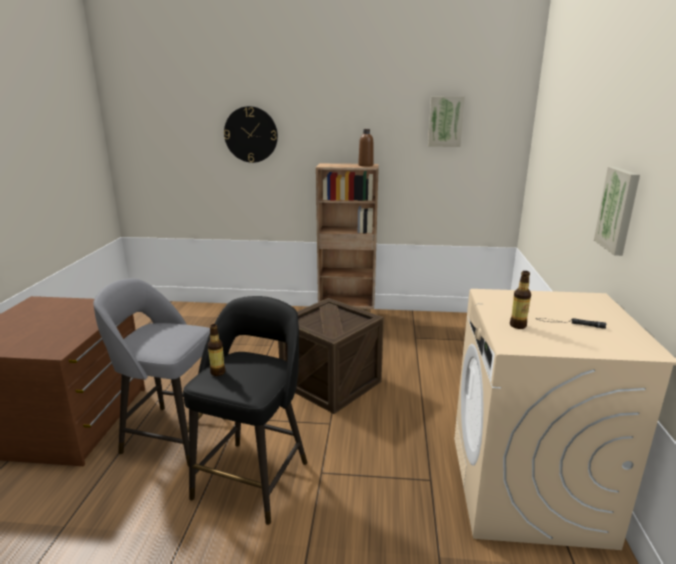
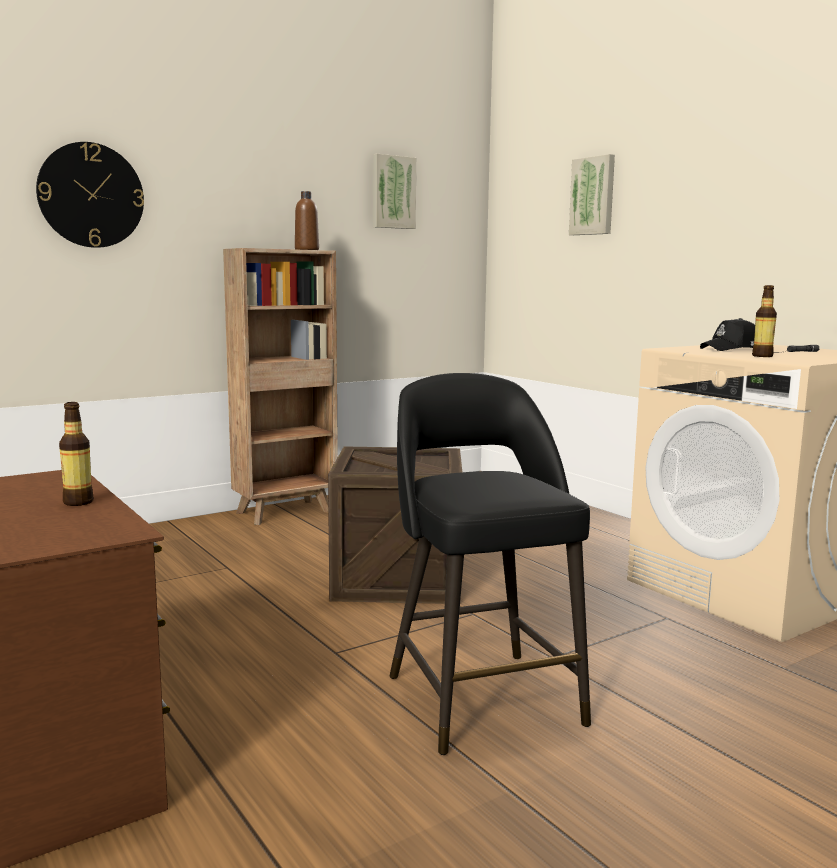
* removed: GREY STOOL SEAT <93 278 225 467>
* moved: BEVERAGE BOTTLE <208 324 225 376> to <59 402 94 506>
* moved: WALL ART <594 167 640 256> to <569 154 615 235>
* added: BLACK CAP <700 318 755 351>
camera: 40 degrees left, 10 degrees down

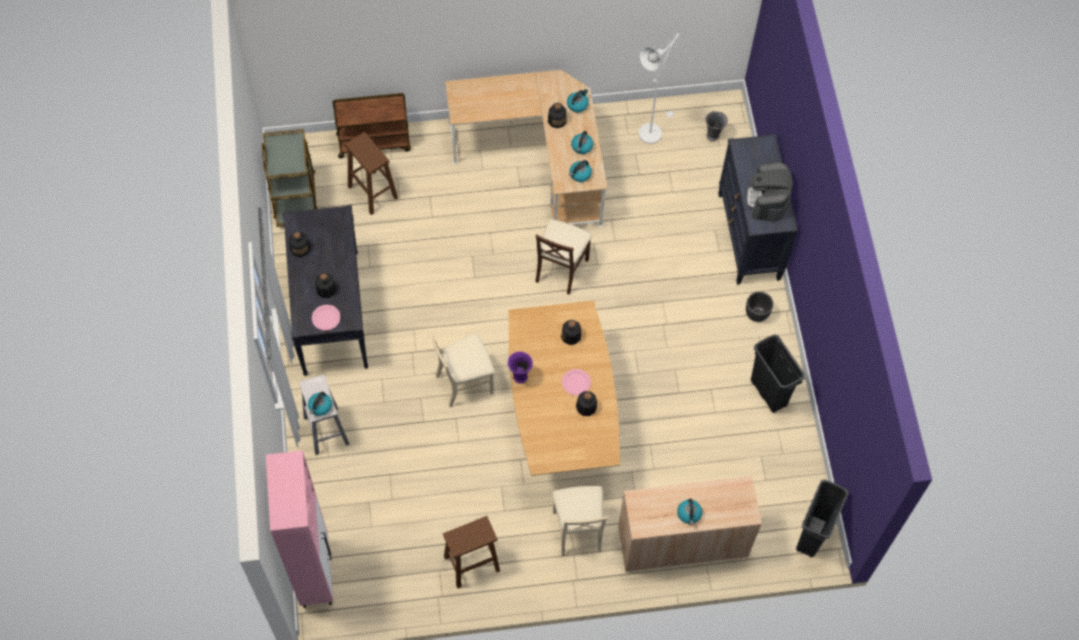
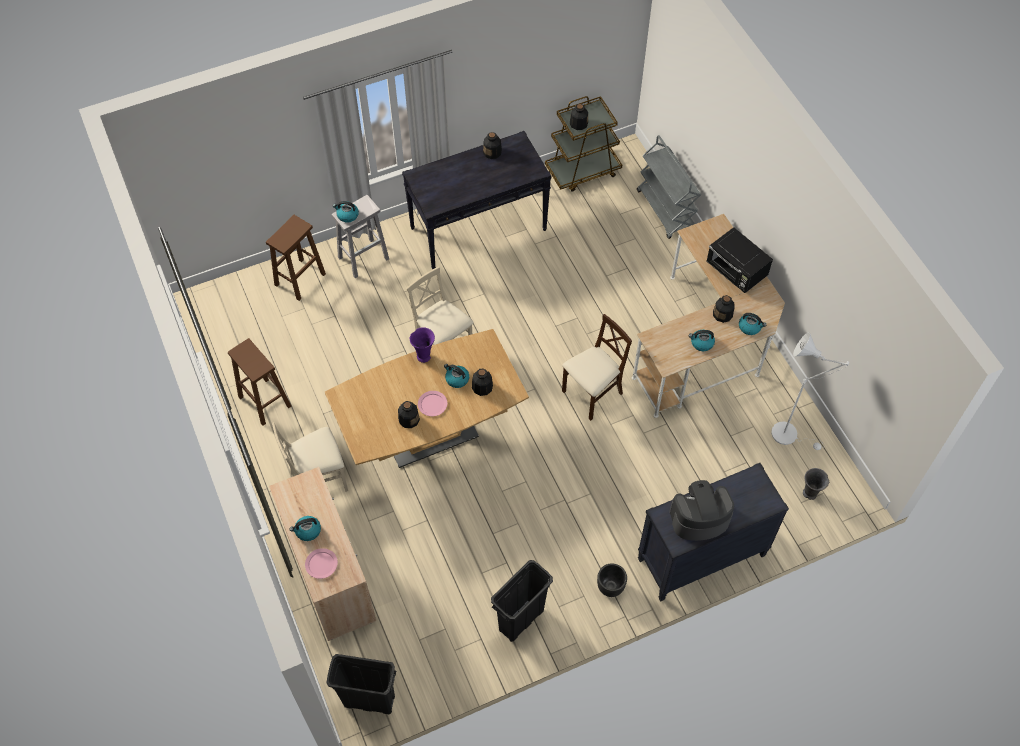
* removed: PINK CUPBOARD <266 450 333 608>
* moved: PINK FLAT DISH <312 305 341 330> to <305 548 338 579>
* moved: BEVERAGE BOTTLE <315 273 337 298> to <570 104 588 130>
* recoloured: BROWN CART <333 93 411 158> to GREY CART <637 135 701 239>
* moved: BROWN STOOL SEAT <345 132 398 215> to <266 215 326 301>
* turned: BEIGE UPRIGHT CHAIR <536 219 592 295> = <562 314 632 421> 135 degrees clockwise
* moved: KETTLE <569 160 592 182> to <444 364 469 388>
* added: BLACK MICROWAVE OVEN <707 227 773 293>
camera: 75 degrees right, 5 degrees down

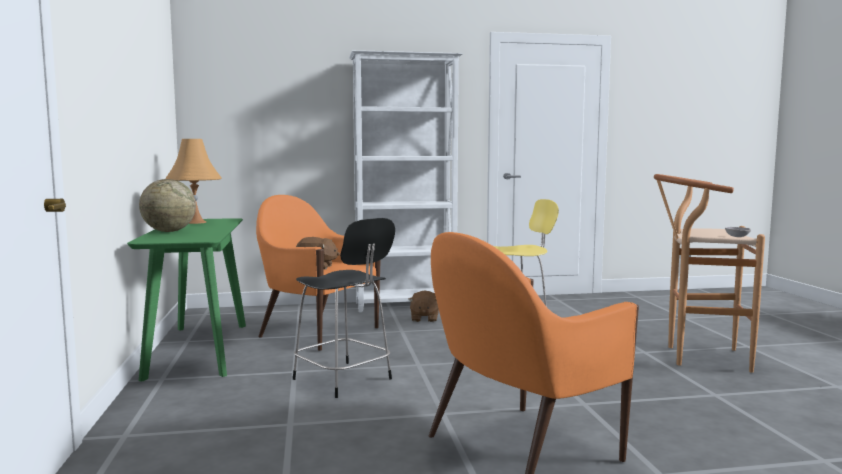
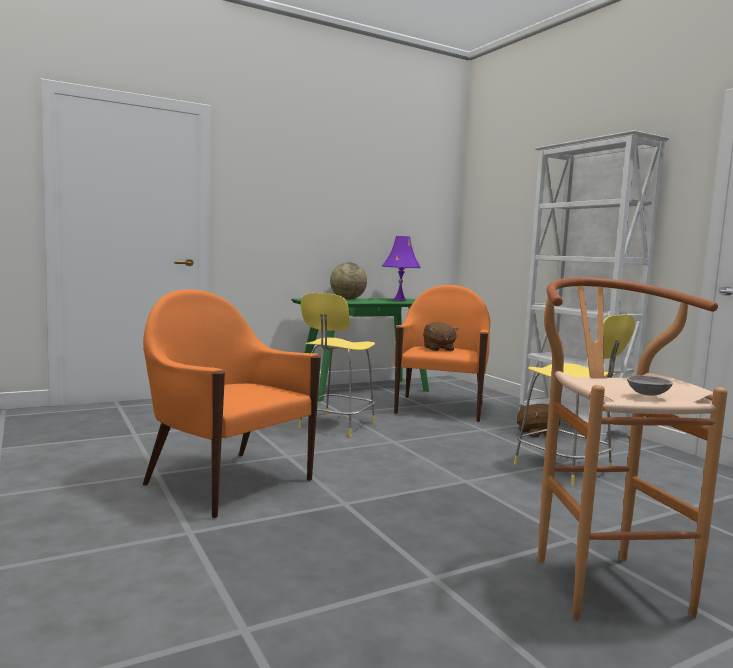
* recoloured: ORANGE TABLE LAMP <165 139 222 224> to PURPLISH TABLE LAMP <382 236 421 301>
* recoloured: BLACK STOOL SEAT <293 218 395 398> to YELLOWISH STOOL SEAT <299 293 375 437>
camera: 70 degrees right, 0 degrees up

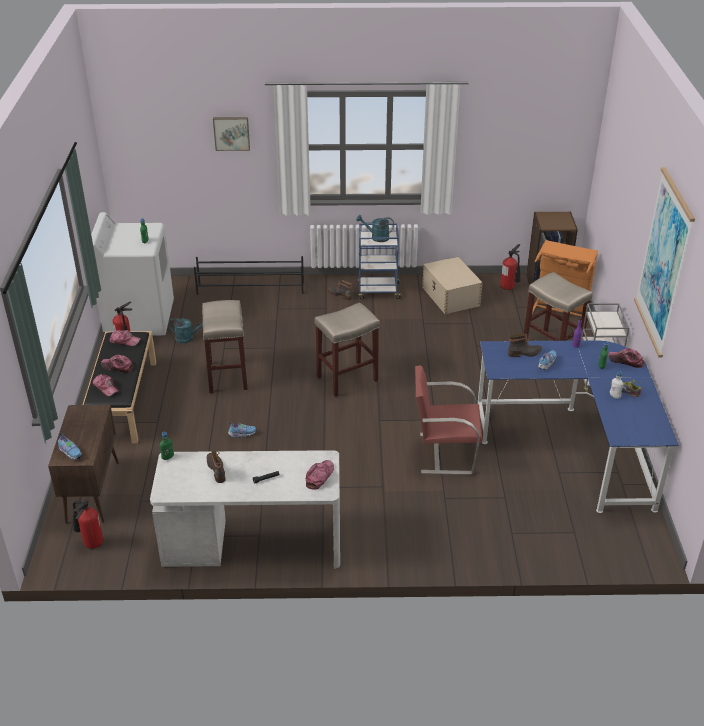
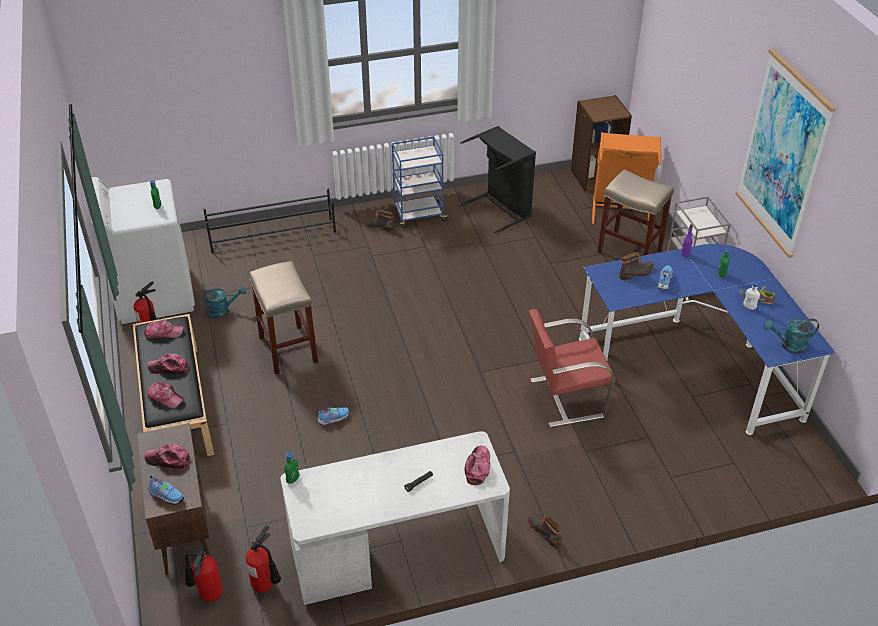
* moved: HIGH-TOP BOOT <207 451 226 483> to <528 513 561 548>
* removed: WALL ART <213 117 250 151>
* removed: BEIGE STOOL SEAT <314 302 380 397>
* moved: BLUE-GREEN SPRINKLING CAN <356 215 394 242> to <764 318 819 354>
* replaced: BEIGE STORAGE BOX <422 257 483 314> to BLACK LAUNDRY BASKET <459 126 536 233>
* moved: EXTINGUISHER <500 244 521 290> to <246 526 281 592>
* moved: CAP <609 348 644 368> to <144 444 190 469>
camera: 15 degrees left, 5 degrees up

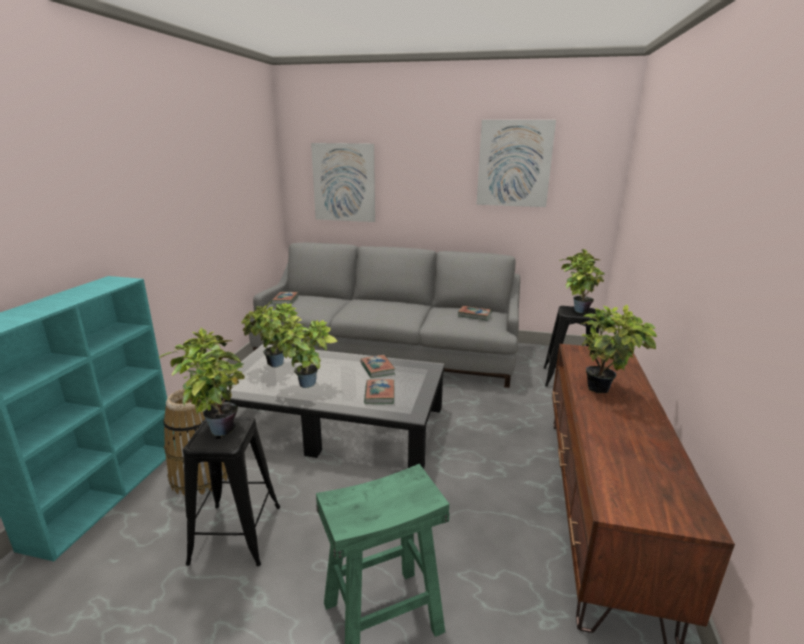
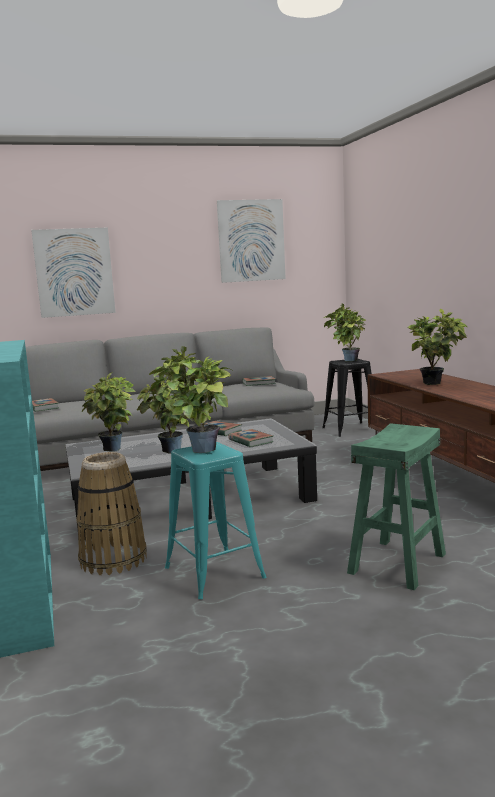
* recoloured: BLACK STOOL SEAT <183 417 280 567> to BLUE-GREEN STOOL SEAT <165 442 266 599>
camera: 30 degrees left, 10 degrees down

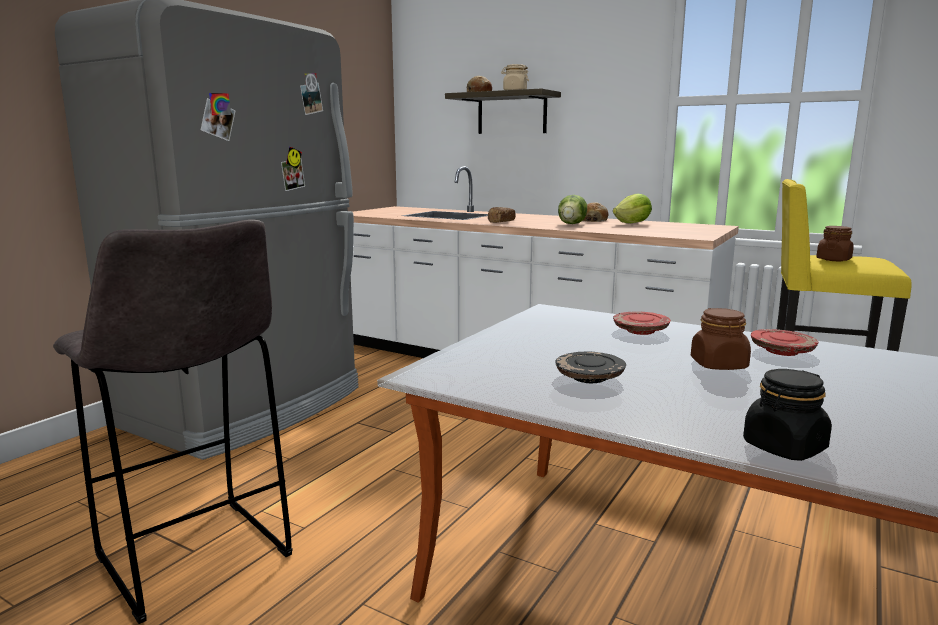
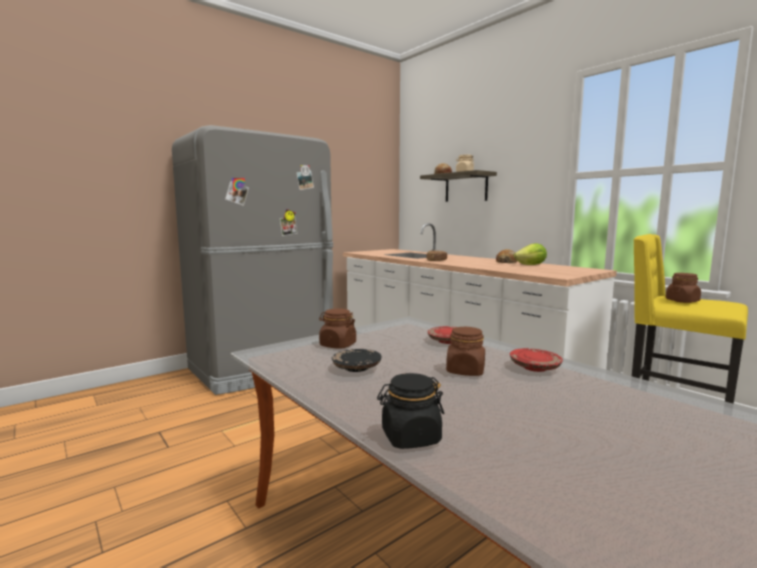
* removed: GREY STOOL SEAT <53 219 293 624>
* removed: LETTUCE <558 195 587 224>
* added: BROWN PRESERVE JAR <319 308 356 349>
camera: 20 degrees right, 5 degrees down

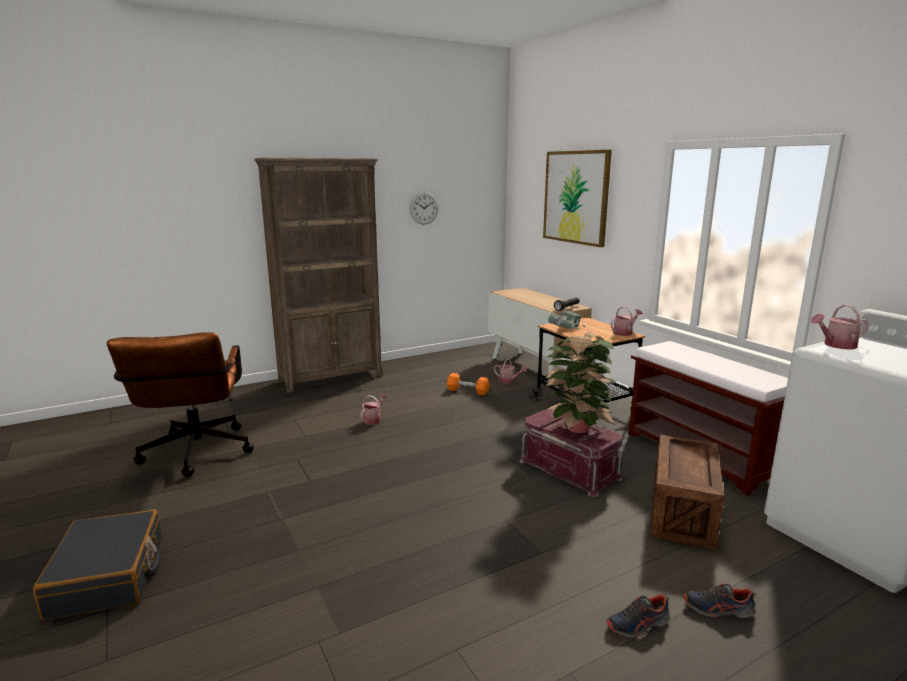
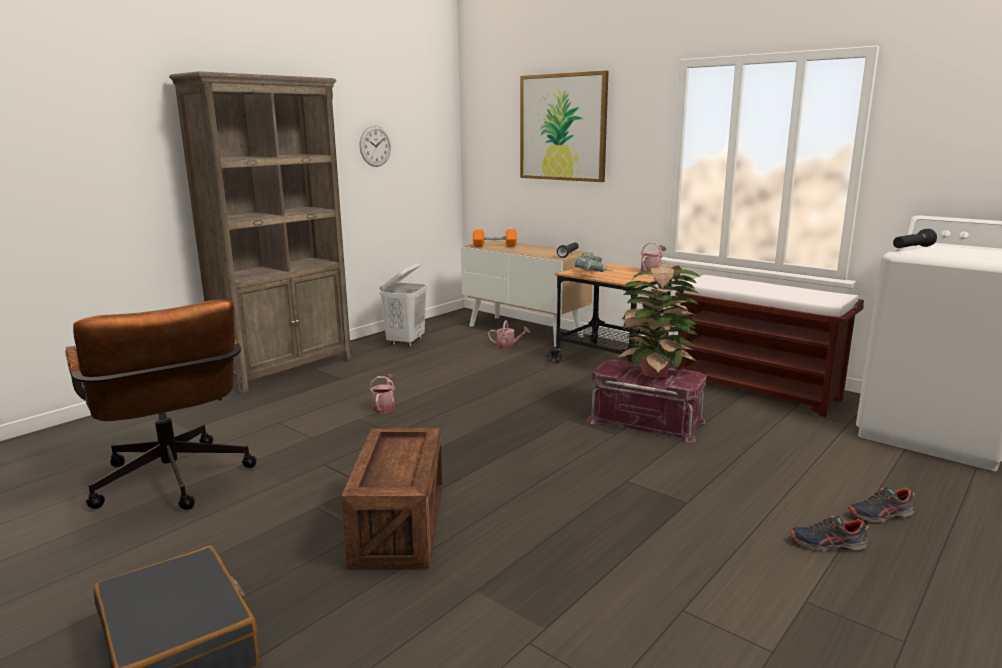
* moved: ORANGE DUMBBELL <447 373 489 395> to <473 229 517 247>
* turned: LOW SHOE <606 594 670 637> = <790 516 869 551> 45 degrees clockwise
* moved: SHIPPING CRATE <651 434 724 550> to <341 428 442 569>
* replaced: SPRINKLING CAN <811 304 868 350> to BLACK TORCH <893 229 937 248>
* added: WHITISH LAUNDRY BASKET <379 263 427 347>
camera: 20 degrees left, 0 degrees up

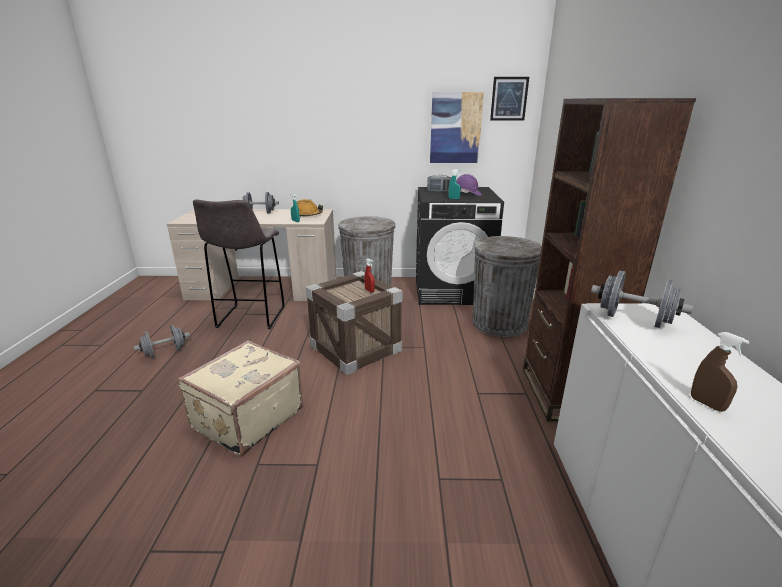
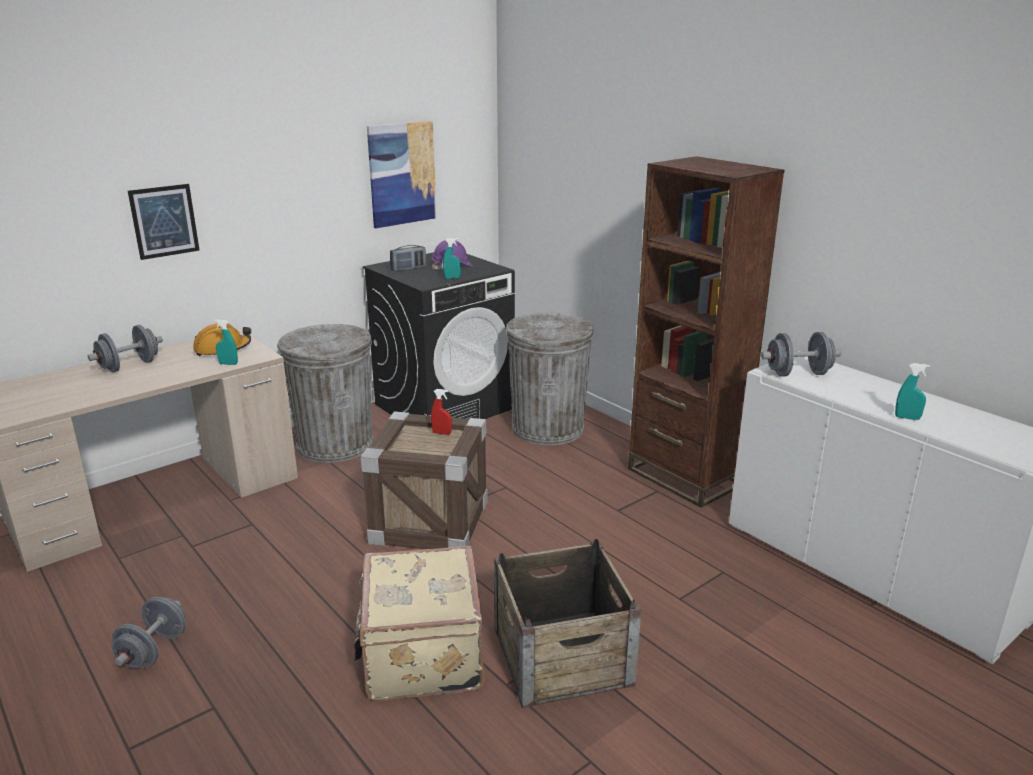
* removed: GREY STOOL SEAT <193 199 285 329>
* moved: WALL ART <490 77 529 121> to <128 184 200 260>
* recoloured: BROWN HAND SPRAYER <691 332 749 412> to BLUE-GREEN HAND SPRAYER <895 363 930 420>
* added: SHIPPING CRATE <494 539 641 708>
camera: 40 degrees left, 0 degrees up

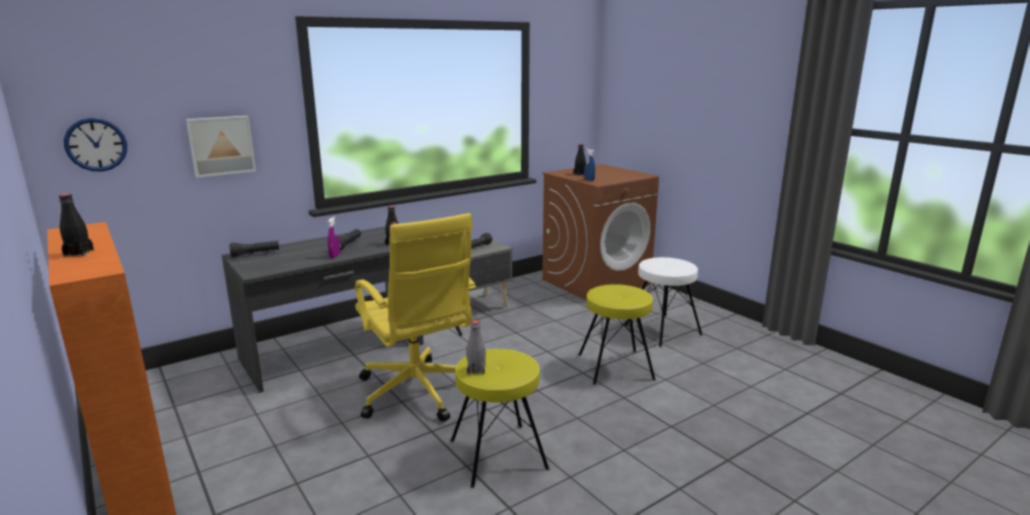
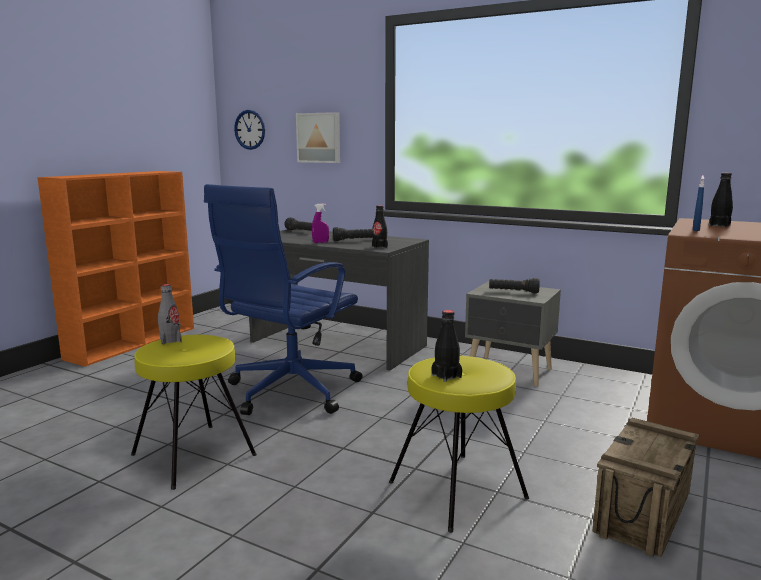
* moved: BLACK BEVERAGE BOTTLE <59 194 94 257> to <431 310 462 382>
* recoloured: YELLOWISH DESK CHAIR <355 213 476 422> to BLUE DESK CHAIR <204 184 363 415>
* replaced: WHITISH STOOL SEAT <625 257 702 347> to SHIPPING CRATE <592 418 699 557>
camera: 65 degrees right, 5 degrees down

